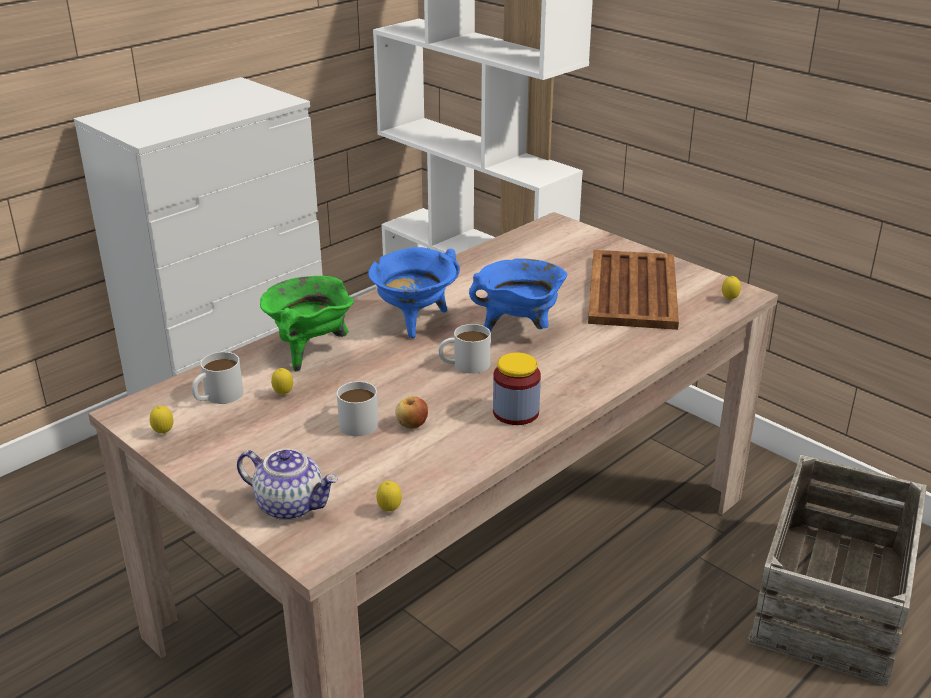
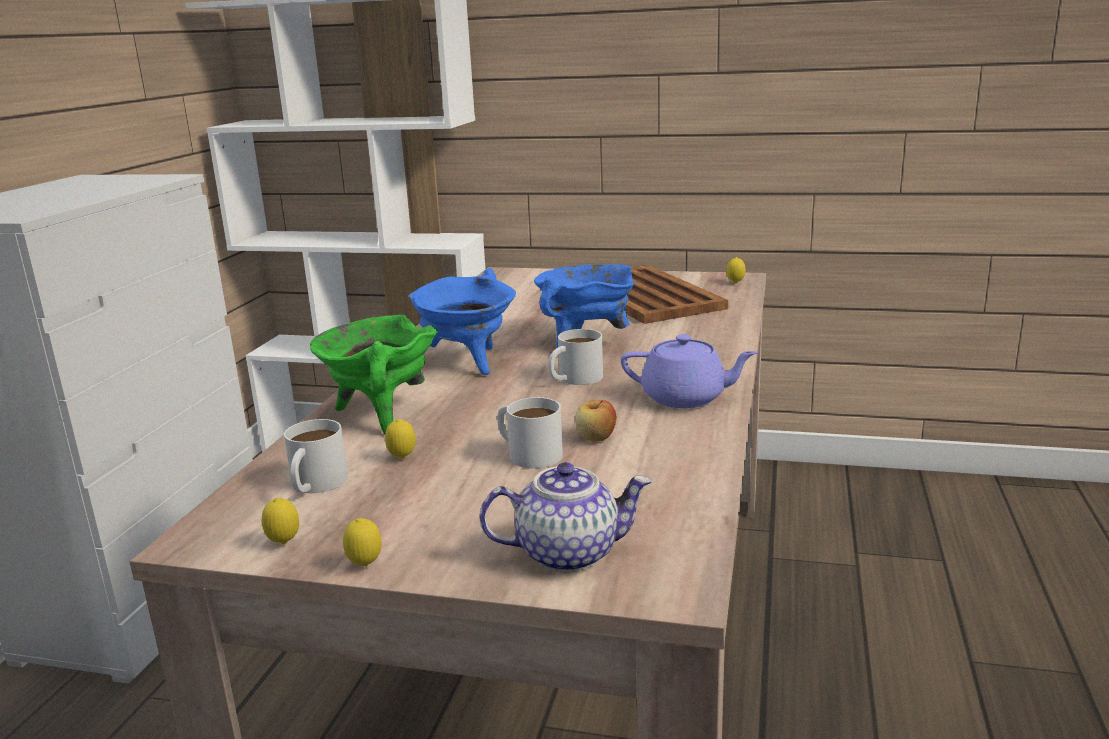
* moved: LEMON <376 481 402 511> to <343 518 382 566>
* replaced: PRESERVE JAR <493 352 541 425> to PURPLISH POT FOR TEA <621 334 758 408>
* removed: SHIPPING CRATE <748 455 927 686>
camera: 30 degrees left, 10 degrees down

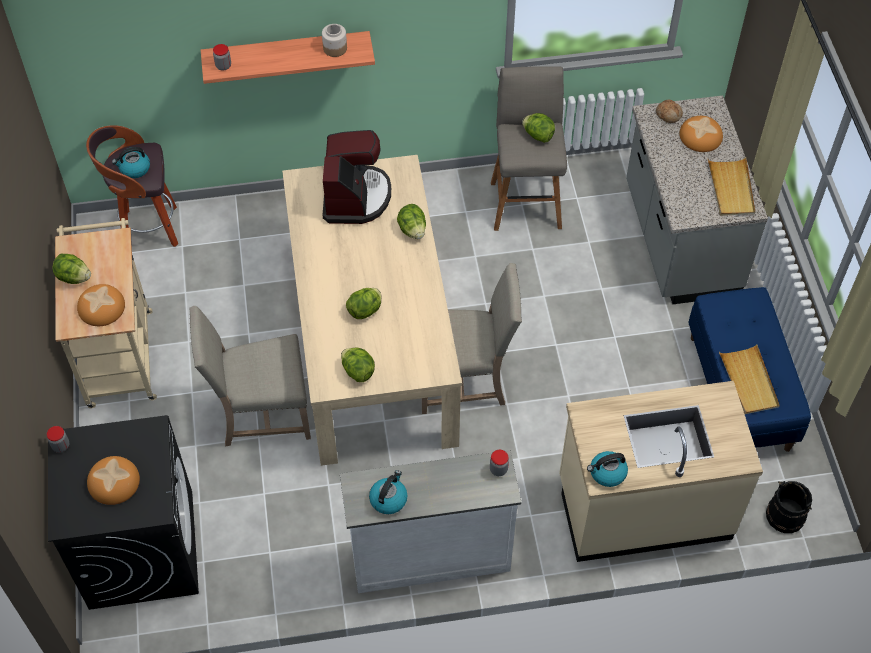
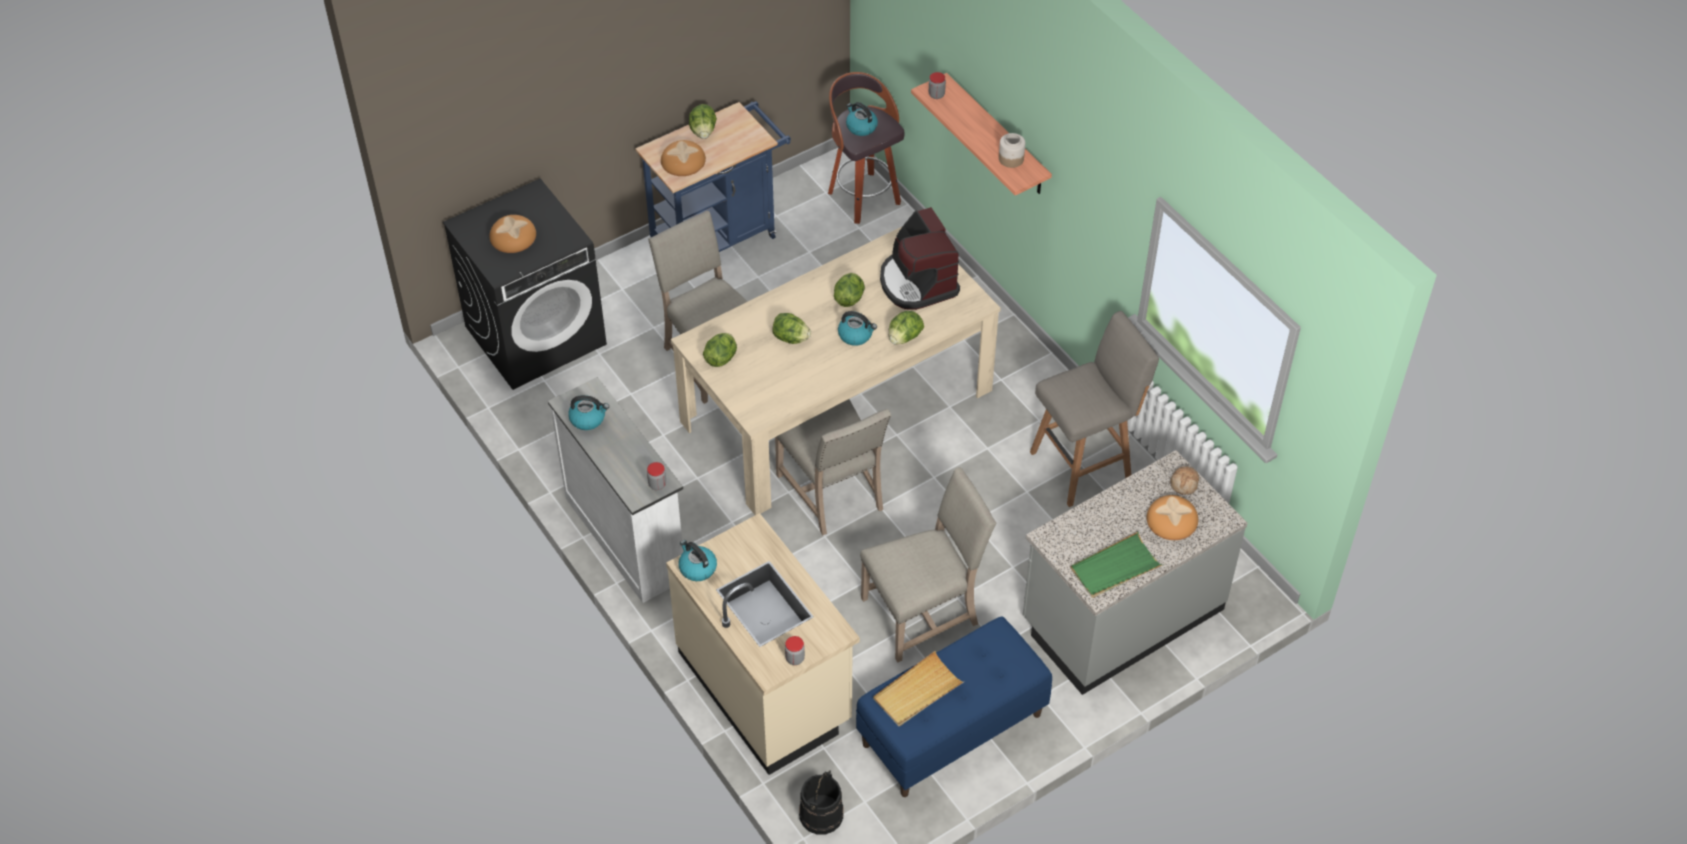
* moved: PRESERVE JAR <47 426 69 453> to <785 636 805 665>
* recoloured: BEIGE CART <55 218 157 408> to BLUE CART <635 101 791 252>
* turned: COFFEE MAKER <322 130 391 224> = <880 207 960 310> 90 degrees clockwise
* moved: LETTUCE <522 113 555 143> to <834 273 865 307>
* recoloured: BEIGE SERVING TRAY <708 157 755 216> to GREEN SERVING TRAY <1070 532 1163 598>
* added: KETTLE <838 311 877 346>
* added: BEIGE UPRIGHT CHAIR <860 468 997 663>
camera: 65 degrees right, 5 degrees down

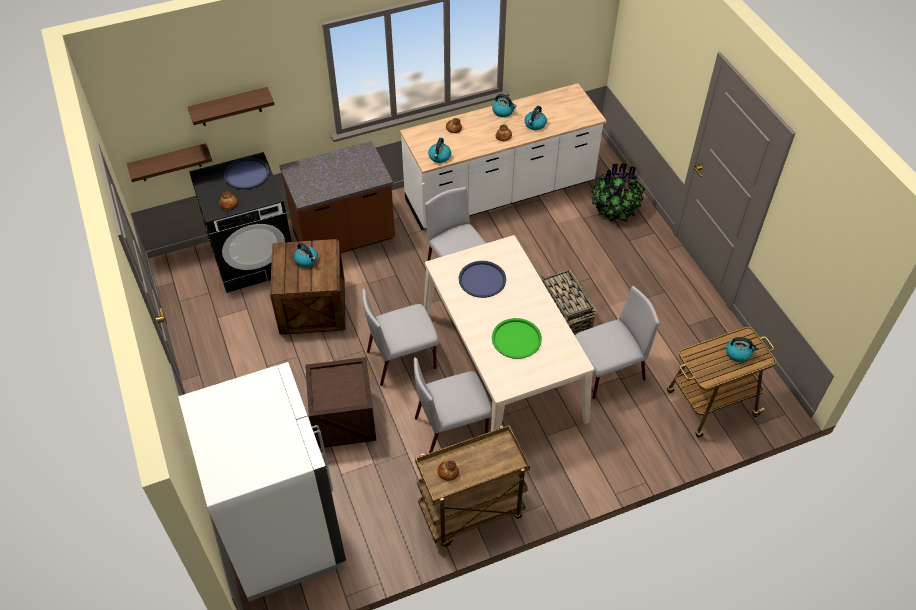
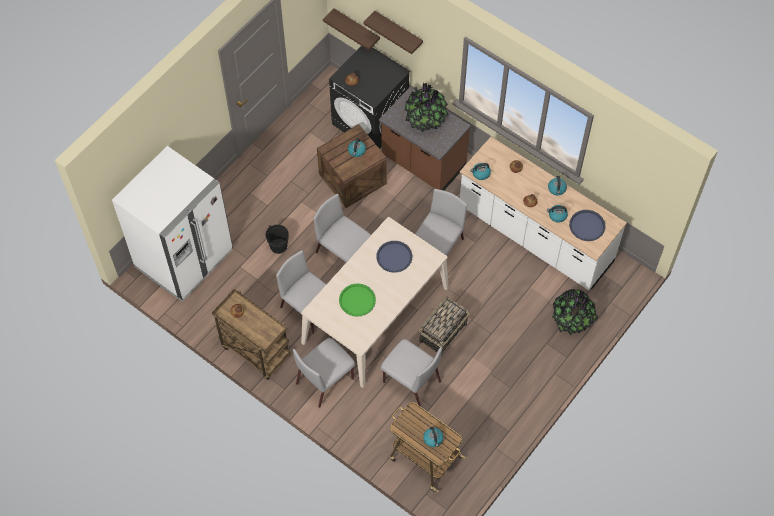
* moved: BLUE SERVING TRAY <224 157 269 189> to <569 210 605 241>
* replaced: SHIPPING CRATE <305 357 376 448> to BLACK BUCKET <265 225 289 254>
* added: GREY UPRIGHT CHAIR <293 338 356 408>
* added: HOUSEPLANT <405 83 448 132>
camera: 60 degrees right, 10 degrees up

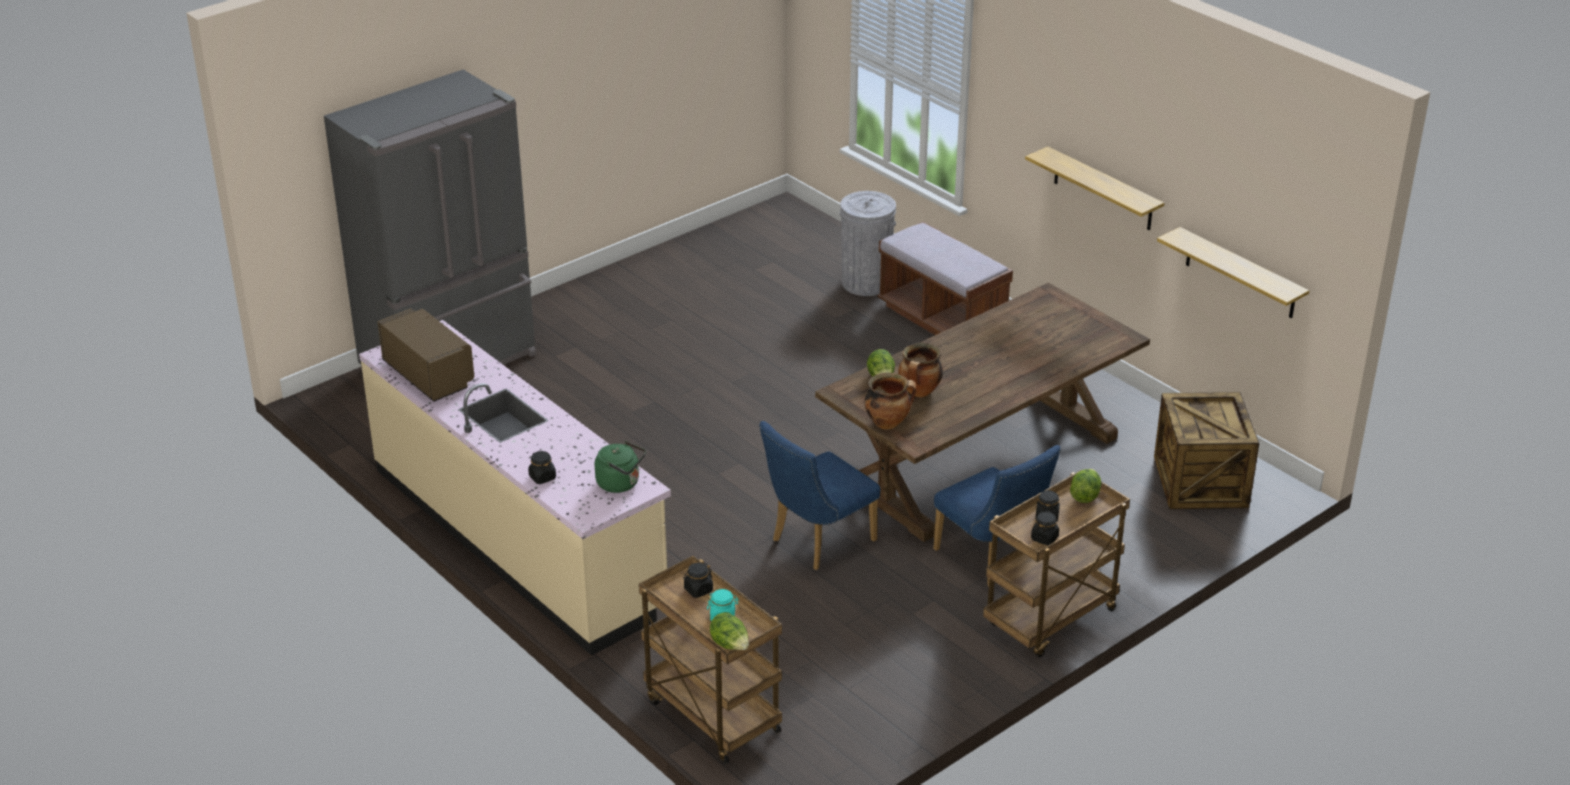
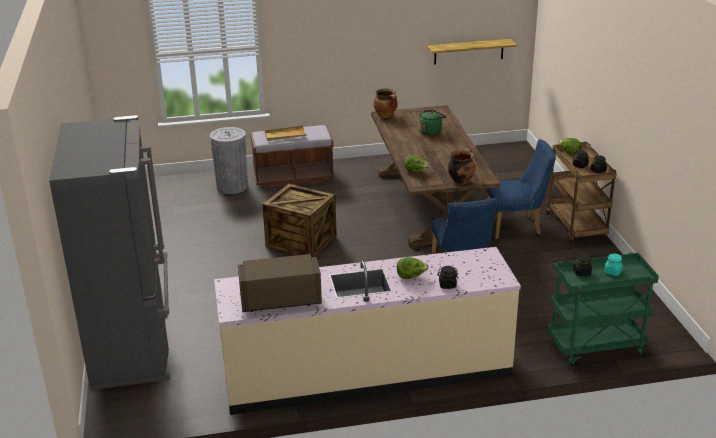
* moved: GREEN KETTLE <595 441 646 493> to <419 110 447 136>
* recoloured: BROWN CART <639 556 782 764> to GREEN CART <547 253 659 366>
* moved: LETTUCE <710 612 749 650> to <397 257 429 279>
* moved: SAUCEPOT <898 343 943 397> to <374 89 398 118>
* removed: SHELF <1025 146 1164 230>
* moved: SHIPPING CRATE <1154 392 1259 509> to <263 184 337 257>
* added: BEIGE SERVING TRAY <265 126 307 141>
camera: 60 degrees left, 5 degrees down

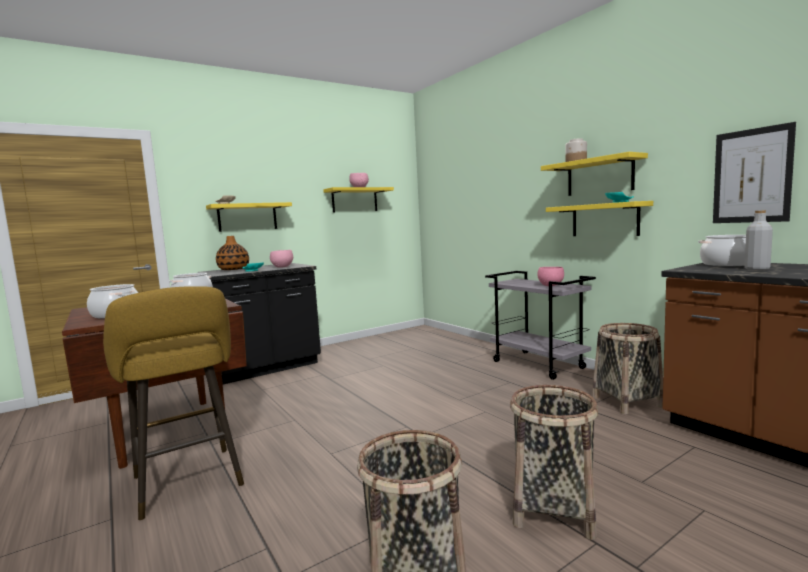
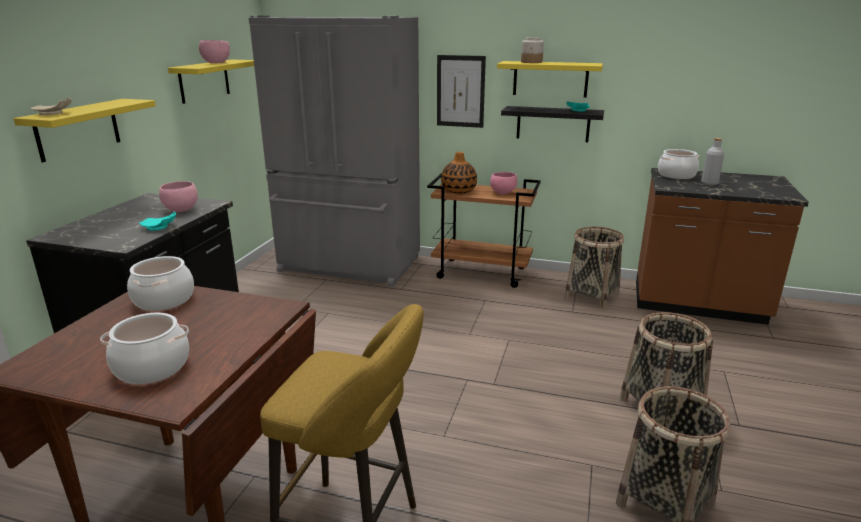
* moved: FLOWER VASE <216 236 249 270> to <441 152 477 193>
* recoloured: GREY CART <485 271 596 380> to BROWN CART <427 173 541 288>
* recoloured: YELLOWISH SHELF <546 201 653 236> to BLACK SHELF <501 106 604 142>
* moved: WALL ART <713 122 796 223> to <437 55 486 128>
* added: GREY KITCHEN FRIDGE <249 15 420 287>
camera: 40 degrees left, 15 degrees up

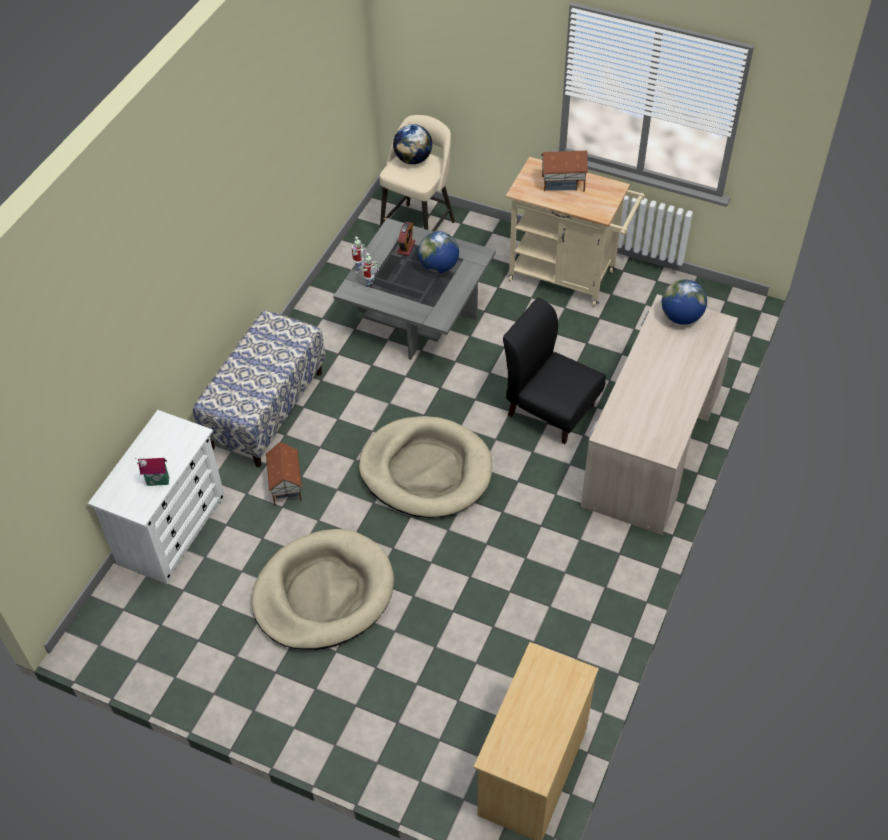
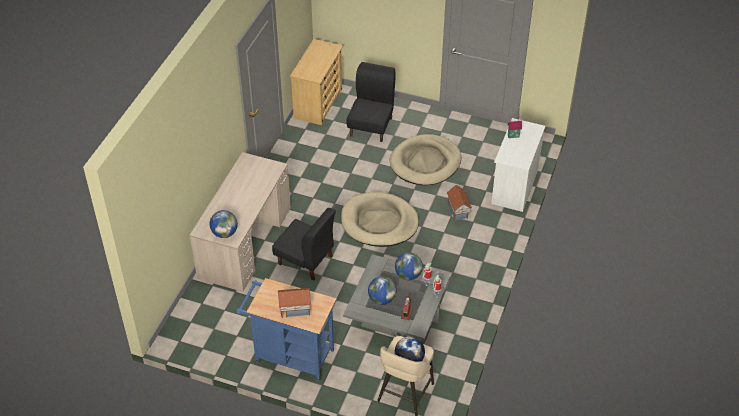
* removed: BENCH <193 310 326 467>
* recoloured: BEIGE CART <506 157 645 307> to BLUE CART <236 278 337 381>
* added: BLACK UPRIGHT CHAIR <346 62 396 142>
* added: WORLD GLOBE <395 252 423 280>
camera: 175 degrees right, 5 degrees down

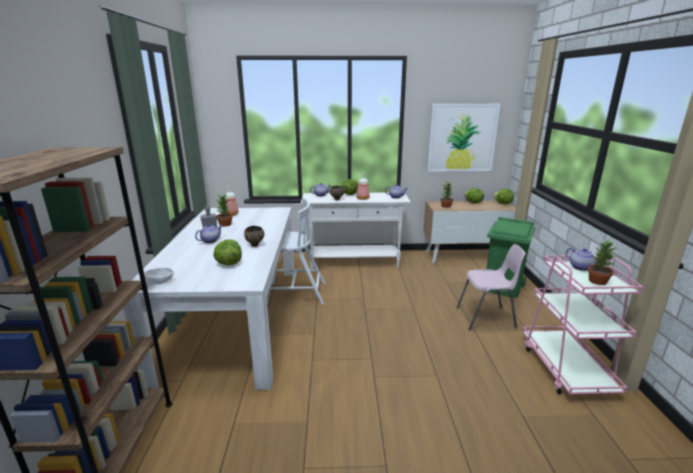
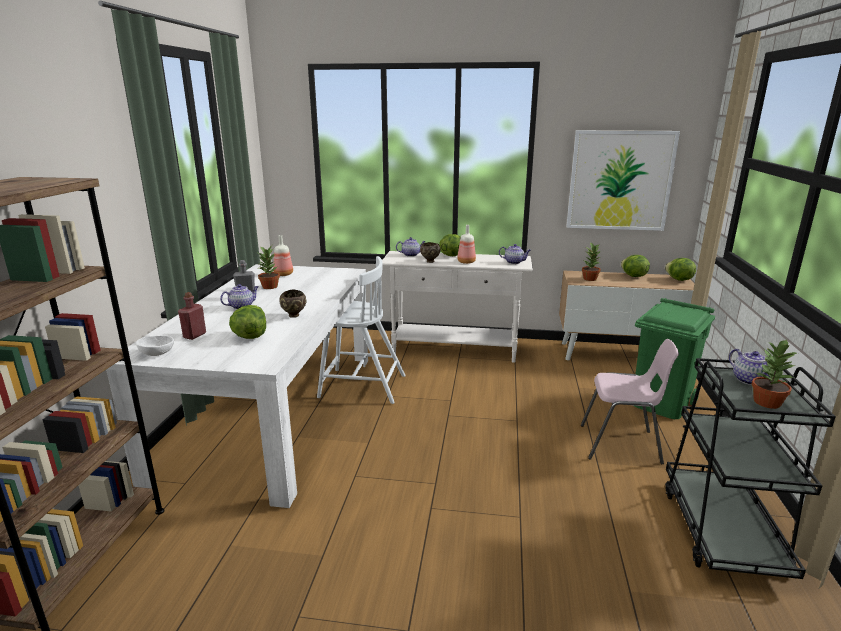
* recoloured: PINK CART <522 255 643 394> to BLACK CART <665 358 836 579>
* added: REDDISH BEVERAGE BOTTLE <178 292 206 340>
camera: 10 degrees right, 0 degrees up

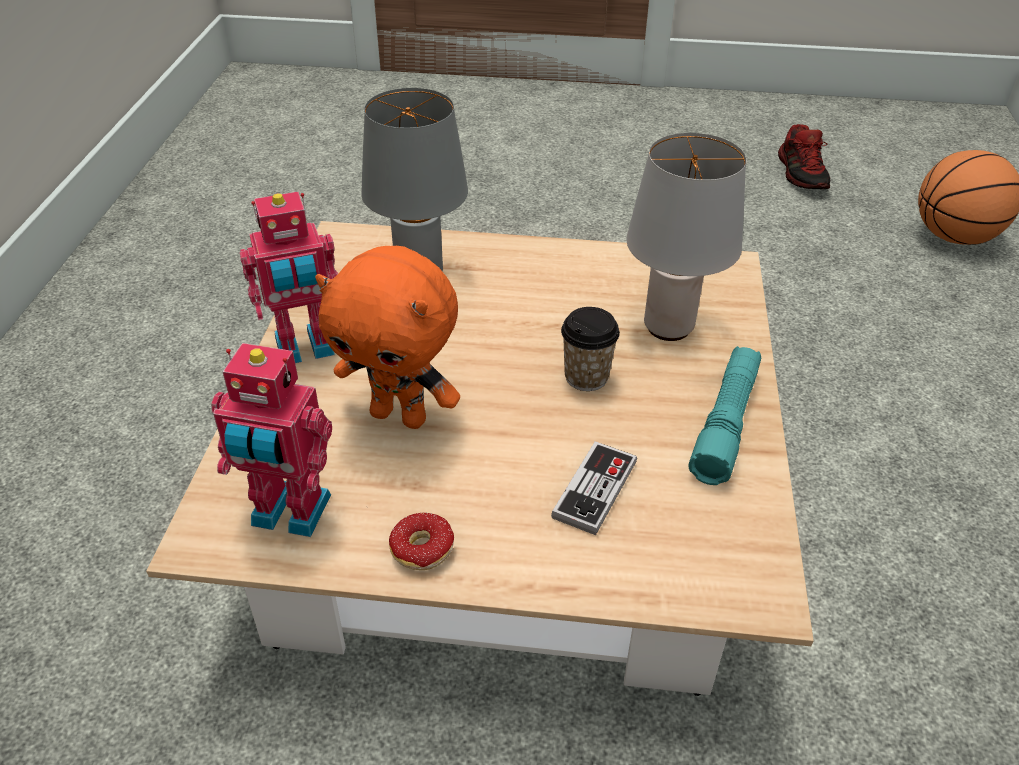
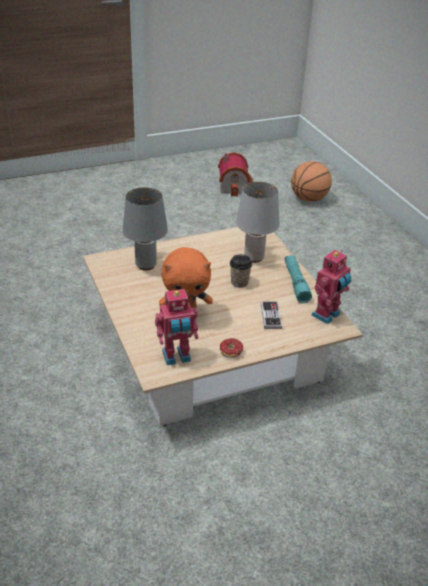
* moved: MODEL ROBOT <240 192 338 363> to <311 250 351 324>
* replaced: LOW SHOE <778 124 830 189> to MODEL HOUSE <218 152 253 197>
camera: 30 degrees left, 5 degrees down

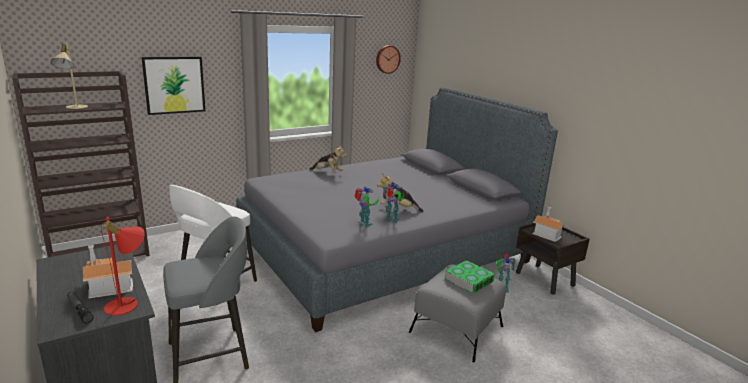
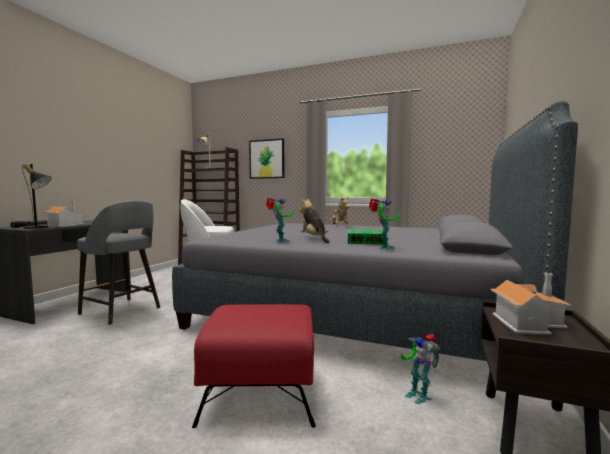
* recoloured: REDDISH TABLE LAMP <101 217 145 316> to BLACK TABLE LAMP <22 164 52 229>
* moved: MODEL ROBOT <355 186 379 228> to <369 198 400 250>
* removed: CLOCK ON THE WALL <376 45 401 74>
* recoloured: GREY OTTOMAN <409 264 506 363> to REDDISH OTTOMAN <192 304 316 428>
* moved: BOUND BOOK <444 260 495 293> to <348 229 387 245>
camera: 55 degrees right, 15 degrees down

